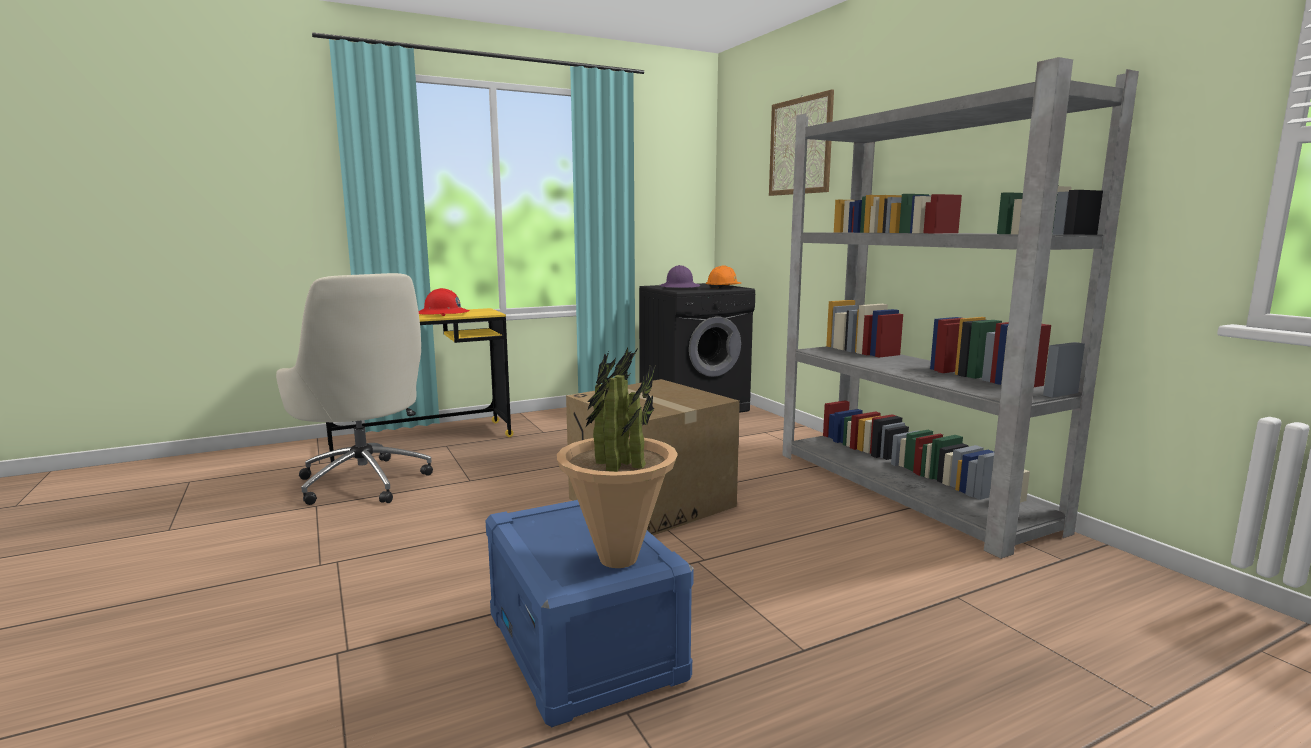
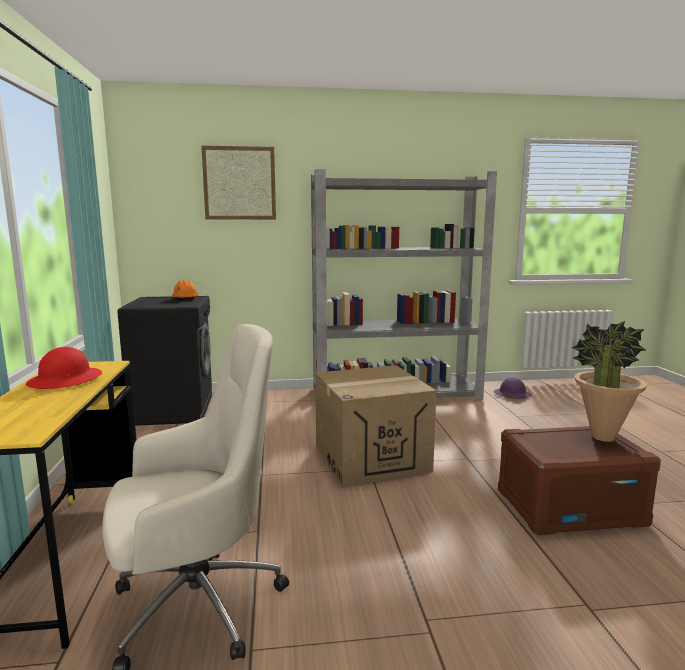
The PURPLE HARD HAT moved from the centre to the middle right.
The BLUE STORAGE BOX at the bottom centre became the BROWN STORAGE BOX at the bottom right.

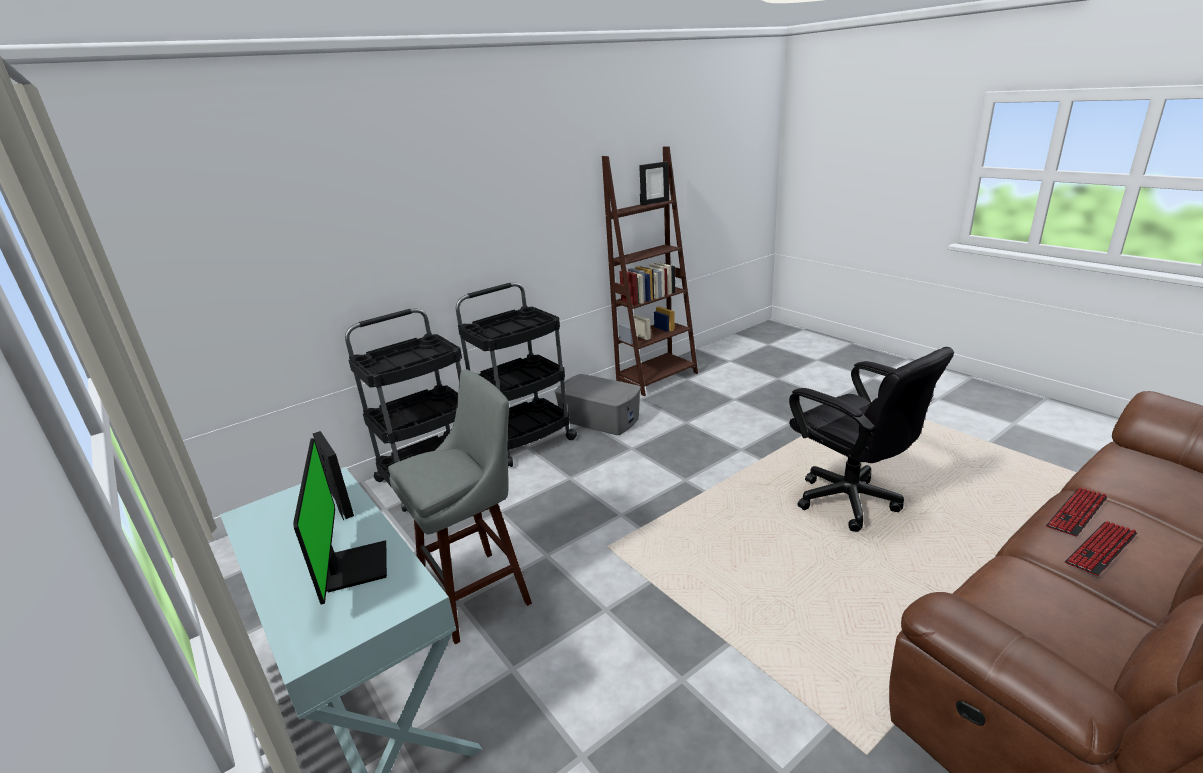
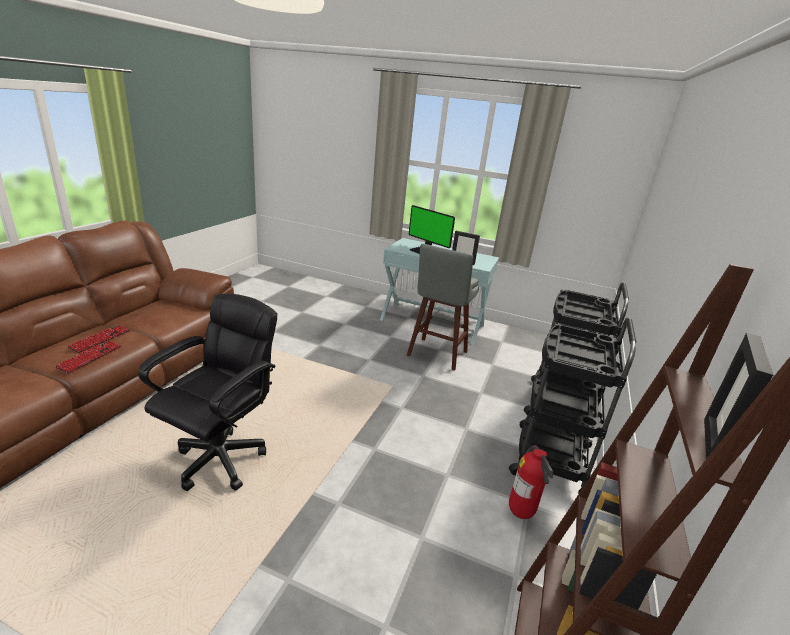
The BLACK OFFICE CHAIR at the middle right turned 90 degrees clockwise.
The GREY STORAGE BOX at the centre was replaced by the FIRE EXTINGUISHER at the bottom right.

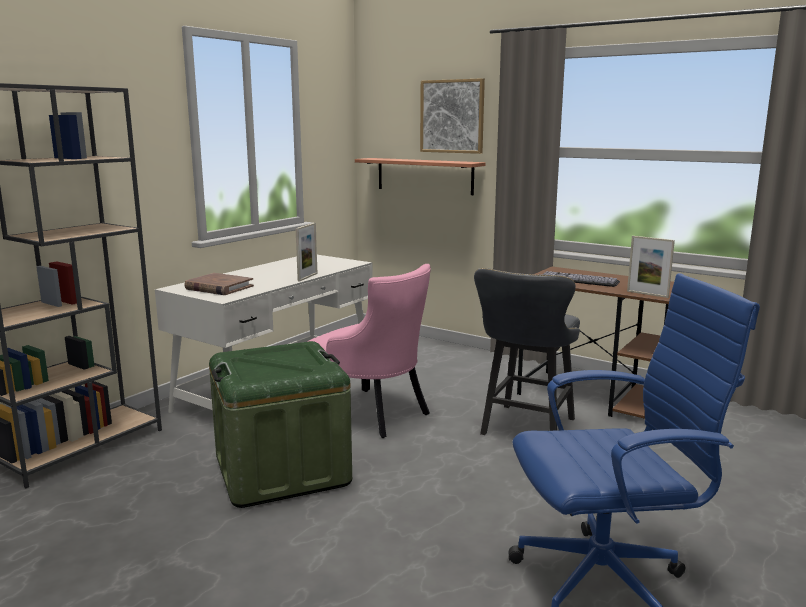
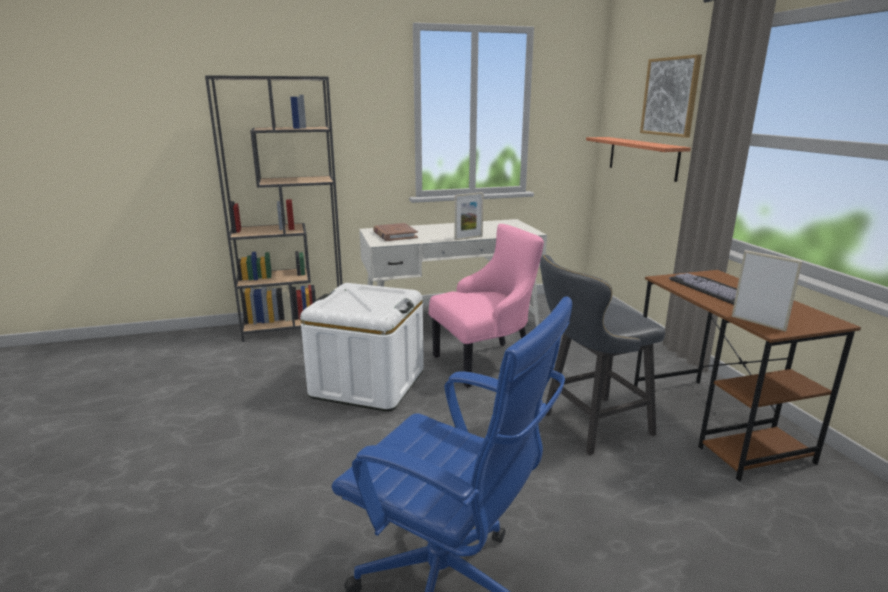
The GREEN STORAGE BOX at the bottom centre became the WHITE STORAGE BOX at the centre.
The PINK CHAIR at the centre turned 105 degrees counterclockwise.
The PICTURE FRAME (no. 2 from left) at the middle right turned 150 degrees clockwise.

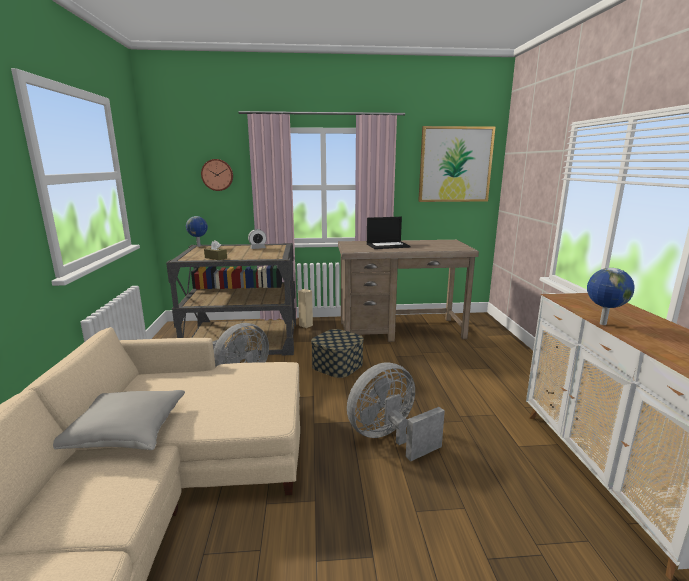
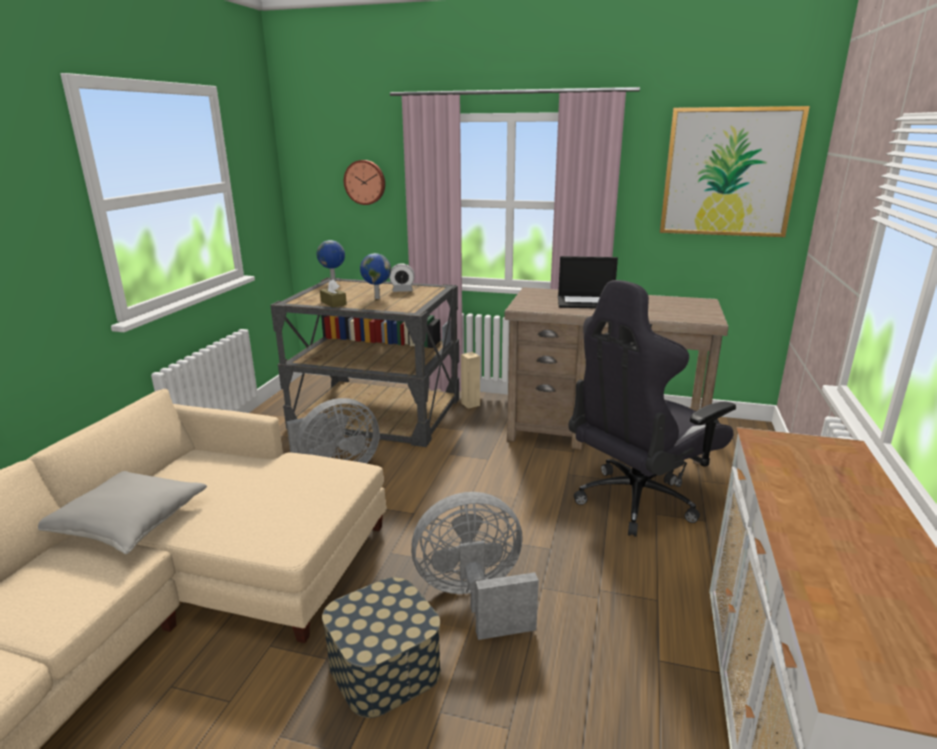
The STORAGE BOX moved from the centre to the bottom centre.
The GLOBE (no. 2 from left) moved from the middle right to the centre.
The BLACK OFFICE CHAIR at the middle right appeared.

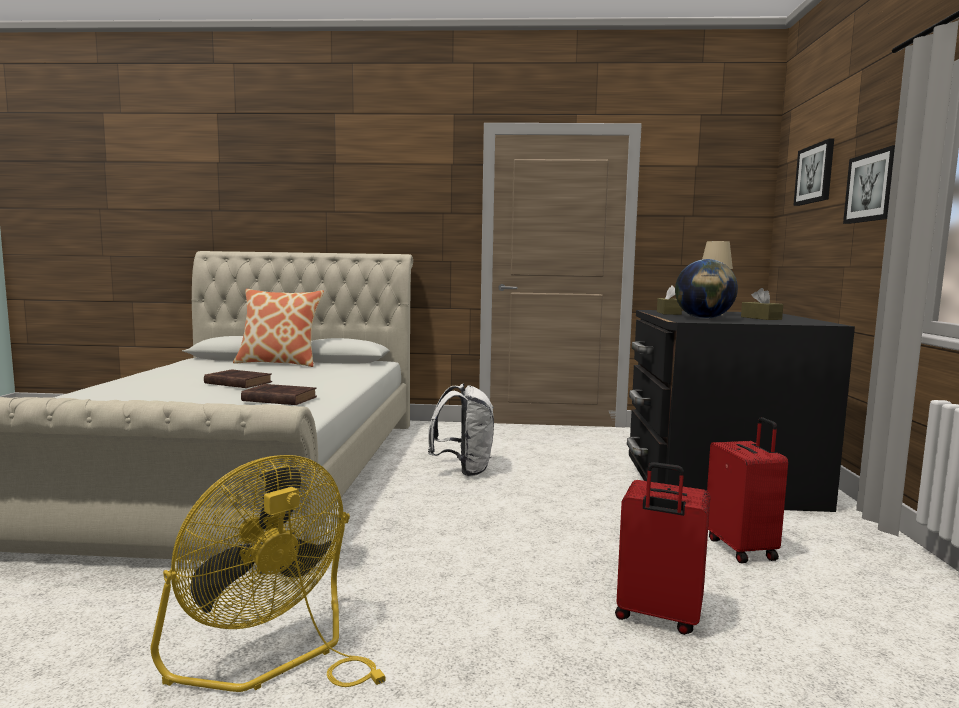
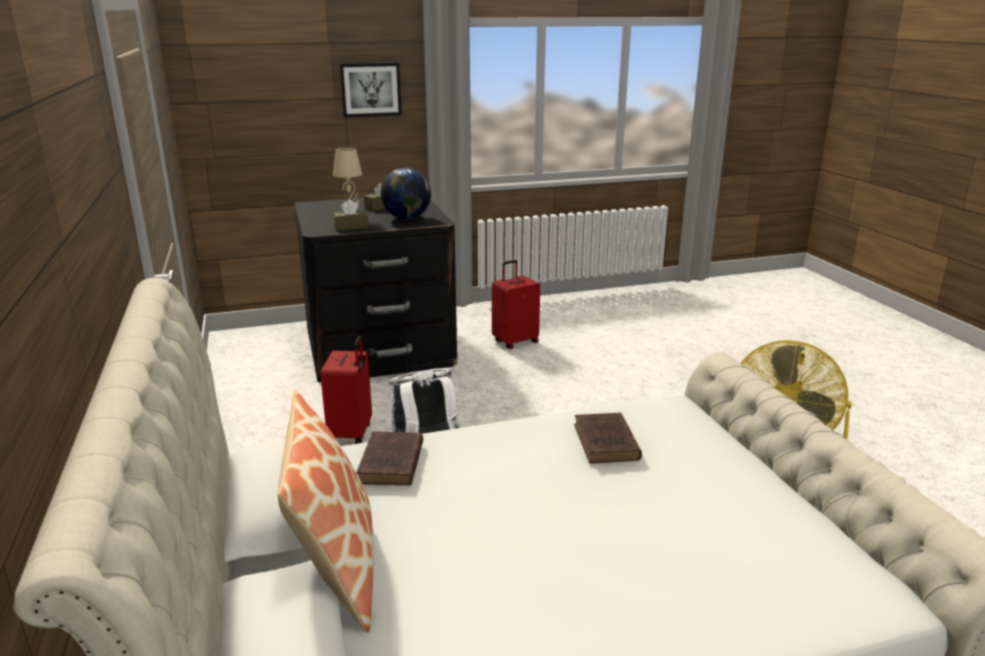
The RED SUITCASE (no. 1 from left) moved from the bottom right to the centre.
The BROWN BOOK (no. 1 from left) moved from the middle left to the bottom centre.
The PICTURE (no. 1 from left) at the top right disappeared.

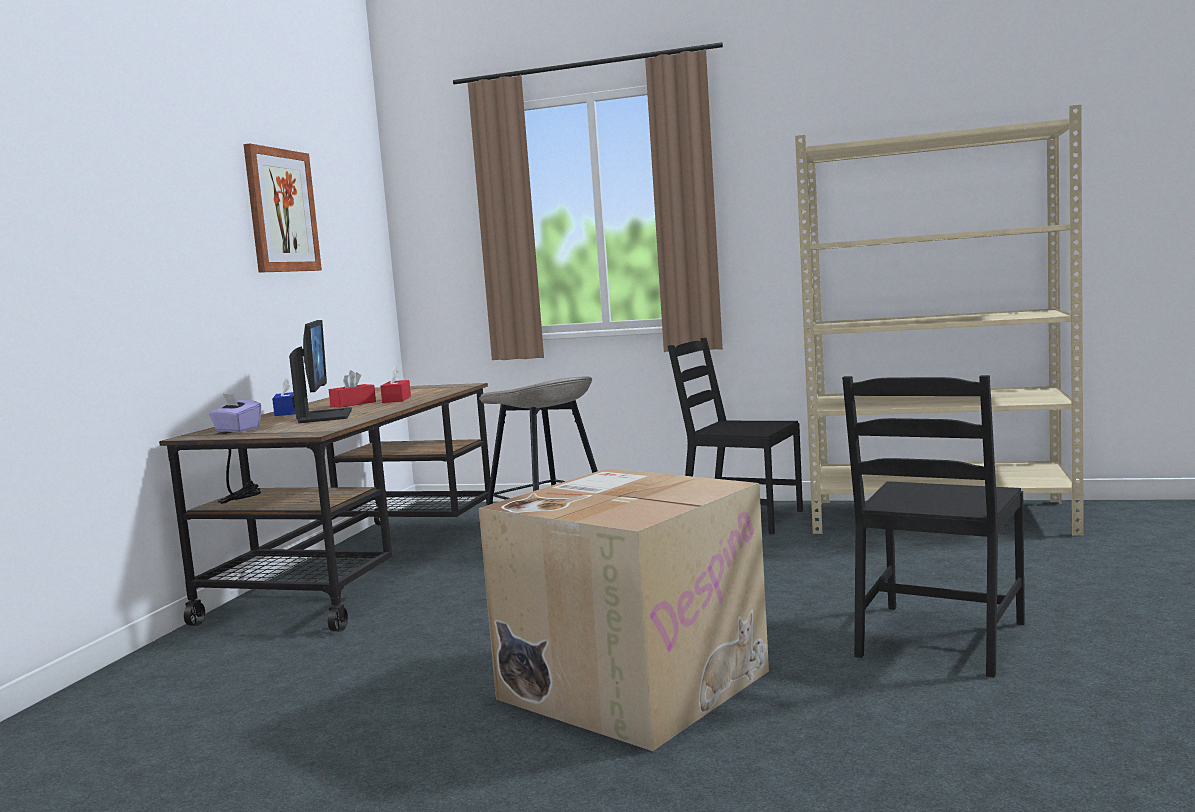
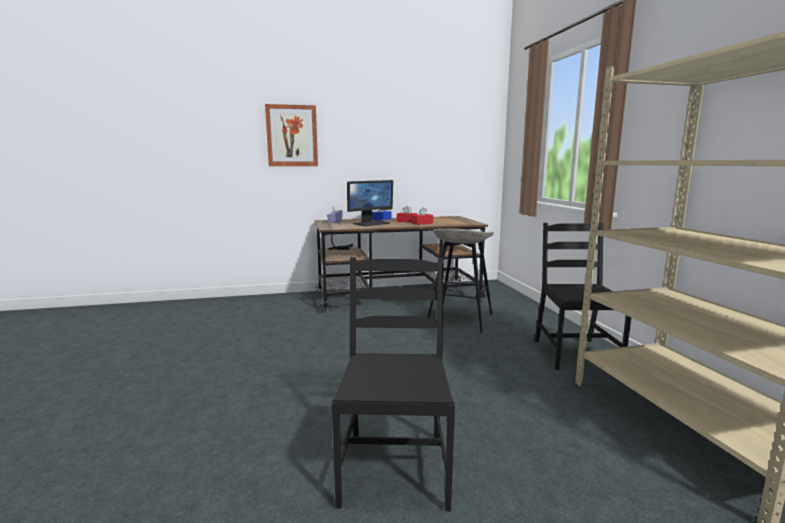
The PICTURE moved from the top left to the top centre.
The BLACK CHAIR (no. 2 from left in the first image) at the middle right turned 90 degrees clockwise.
The CARDBOARD BOX at the bottom centre disappeared.

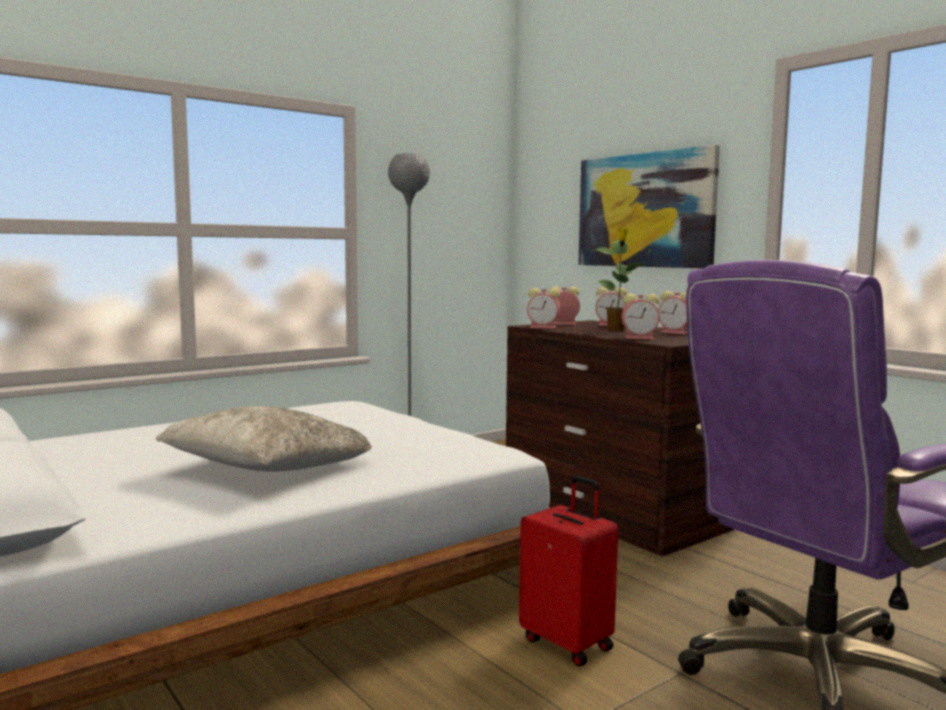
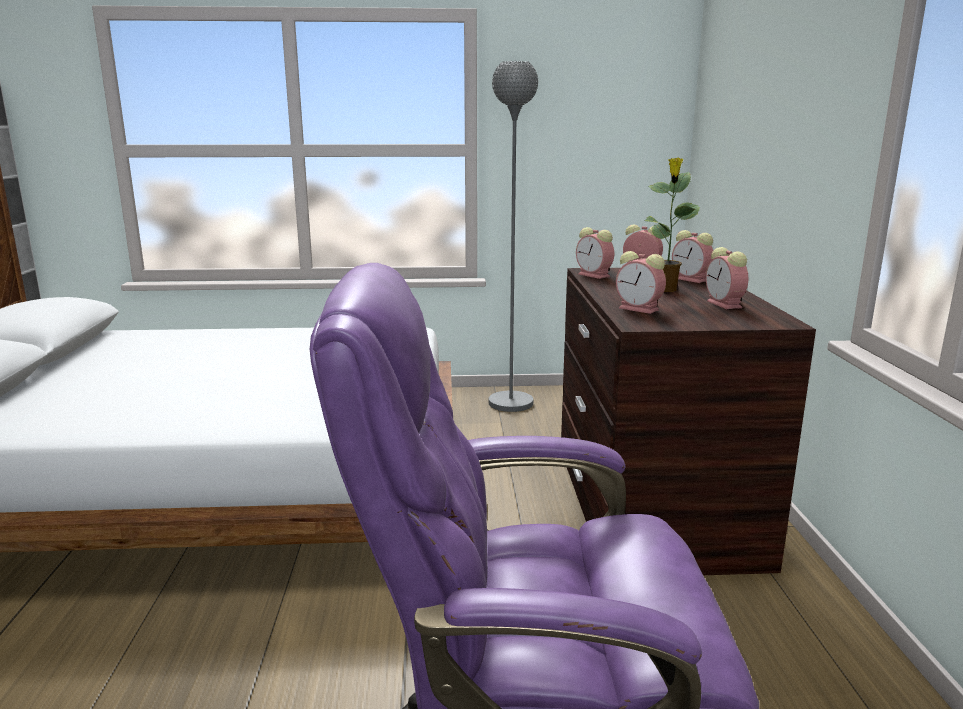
The BEIGE PILLOW at the middle left disappeared.
The RED SUITCASE at the bottom centre disappeared.
The PICTURE at the top right disappeared.

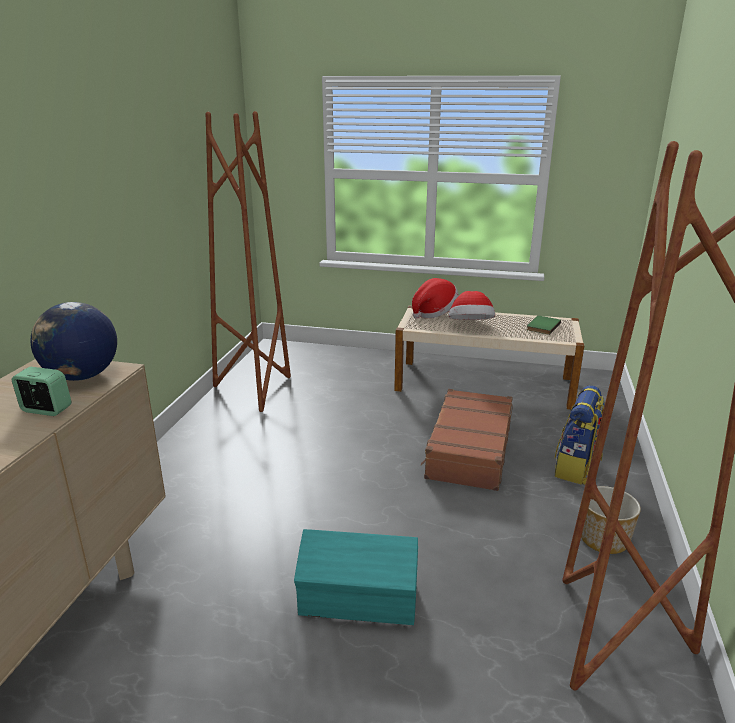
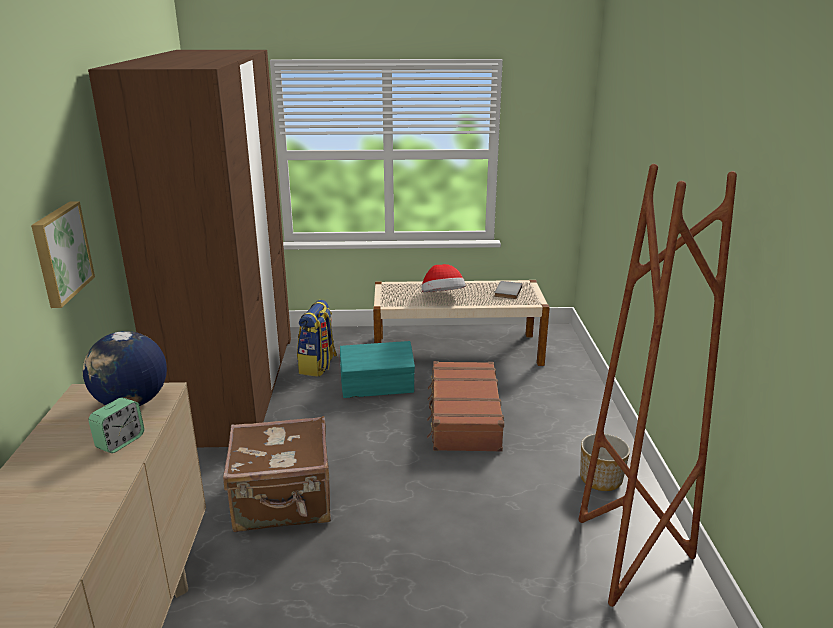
The PICTURE at the middle left appeared.
The BROWN CLOTHES RACK (no. 1 from left) at the centre was replaced by the BROWN WARDROBE at the middle left.
The ALARM CLOCK at the middle left turned 120 degrees clockwise.
The BROWN SUITCASE (no. 1 from left) at the bottom left appeared.
The BACKPACK moved from the middle right to the centre.
The TURQUOISE STORAGE BOX moved from the bottom centre to the centre.
The GREEN BOOK at the middle right became the GREY BOOK at the centre.
The HAT (no. 1 from left) at the centre disappeared.

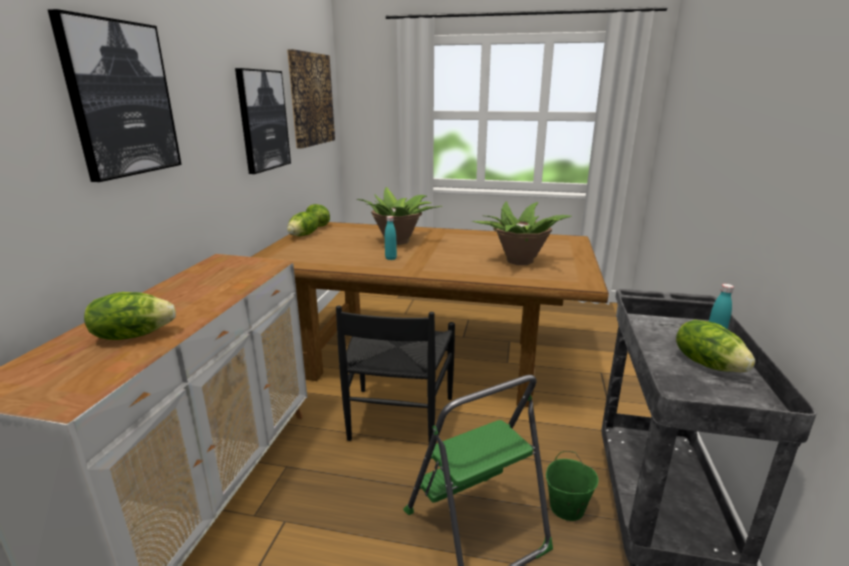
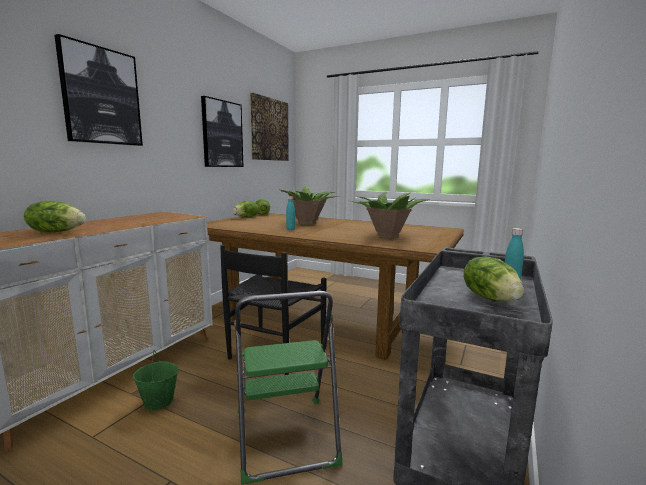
The GREEN BUCKET moved from the bottom right to the bottom left.

